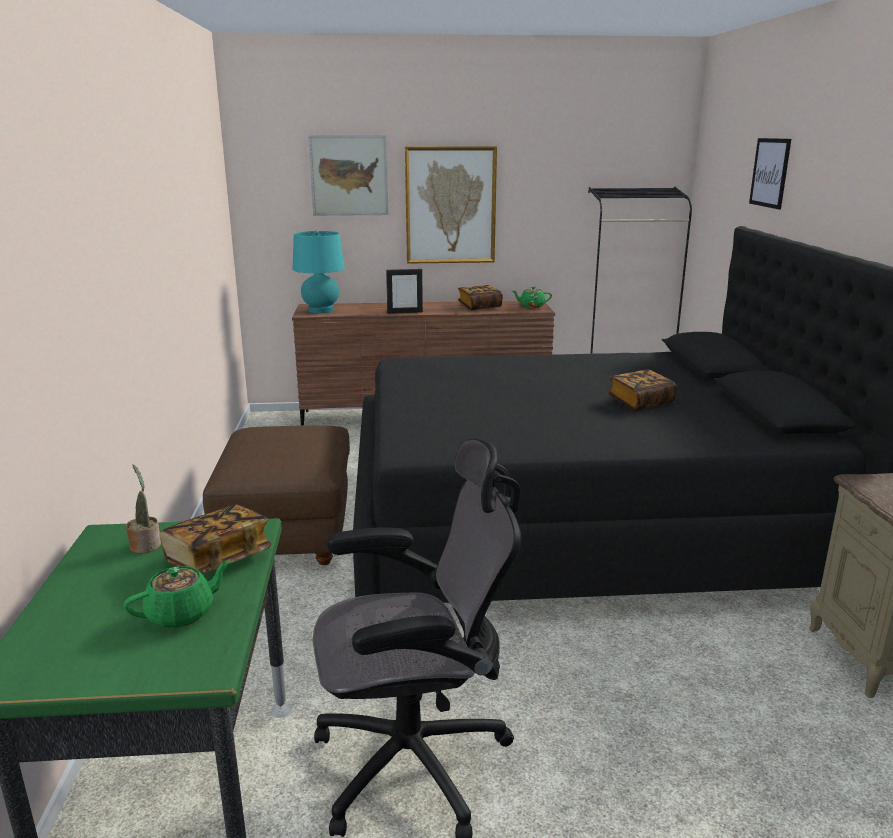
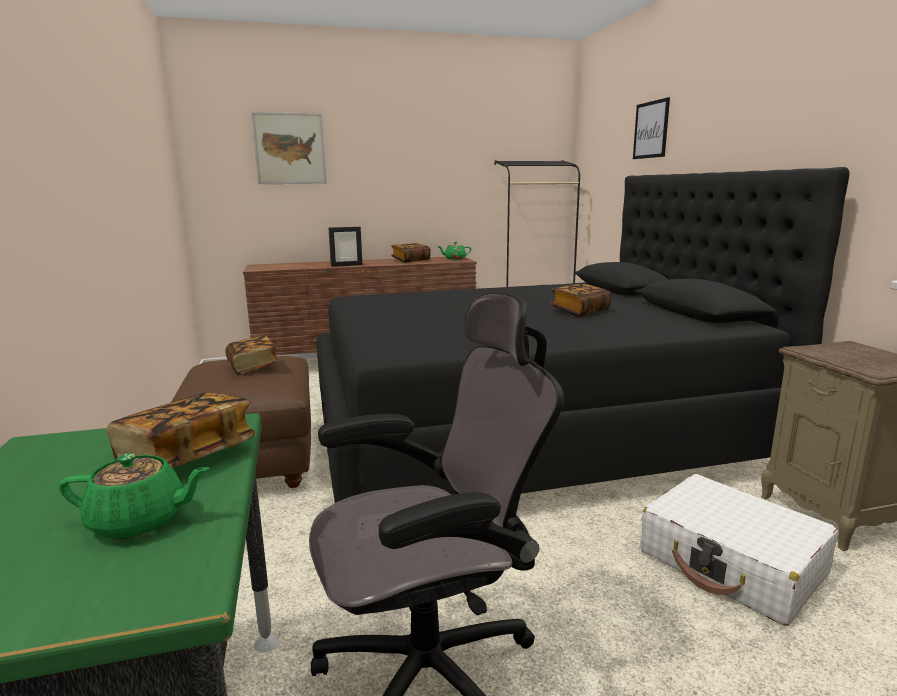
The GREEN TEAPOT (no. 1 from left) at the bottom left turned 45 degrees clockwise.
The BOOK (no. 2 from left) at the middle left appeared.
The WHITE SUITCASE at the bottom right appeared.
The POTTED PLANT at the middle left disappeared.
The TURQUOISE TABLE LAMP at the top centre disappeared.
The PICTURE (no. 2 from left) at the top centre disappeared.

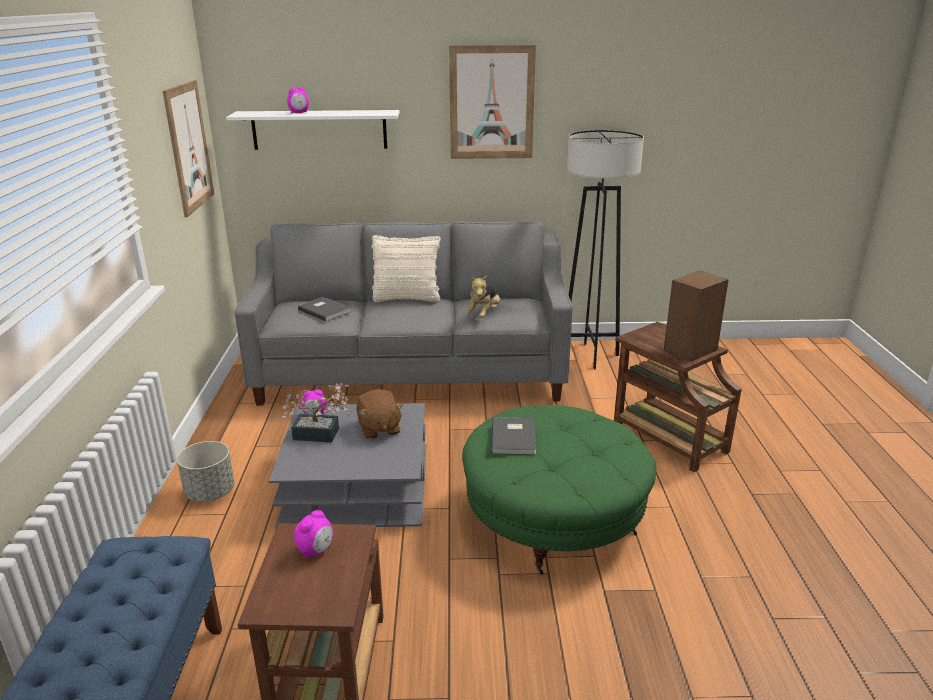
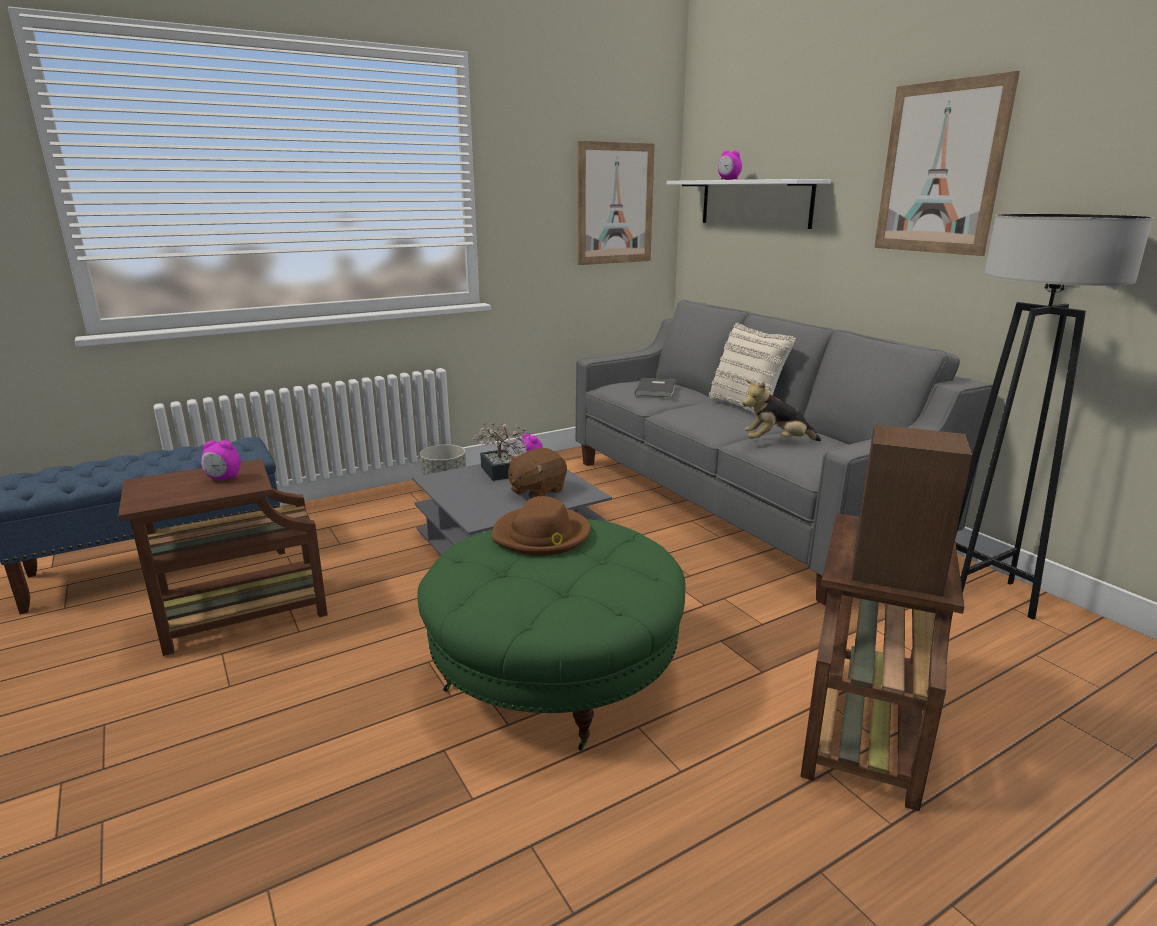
The GREY BOOK (no. 2 from left) at the centre was replaced by the BROWN HAT at the centre.

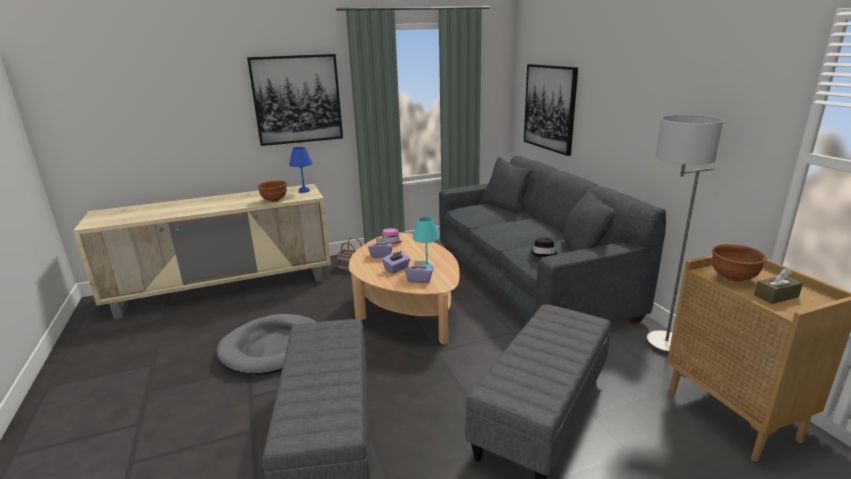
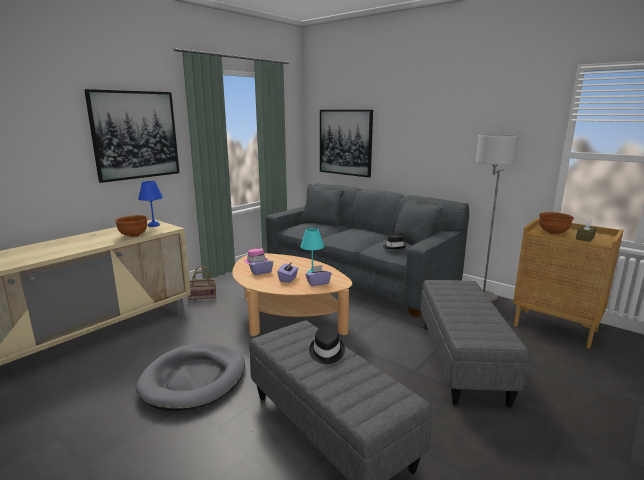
The BLACK HAT (no. 1 from left) at the bottom centre appeared.

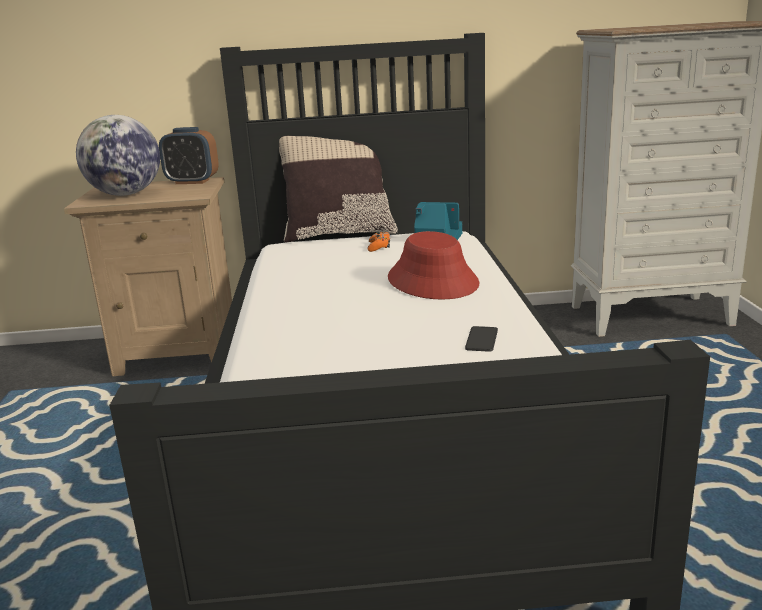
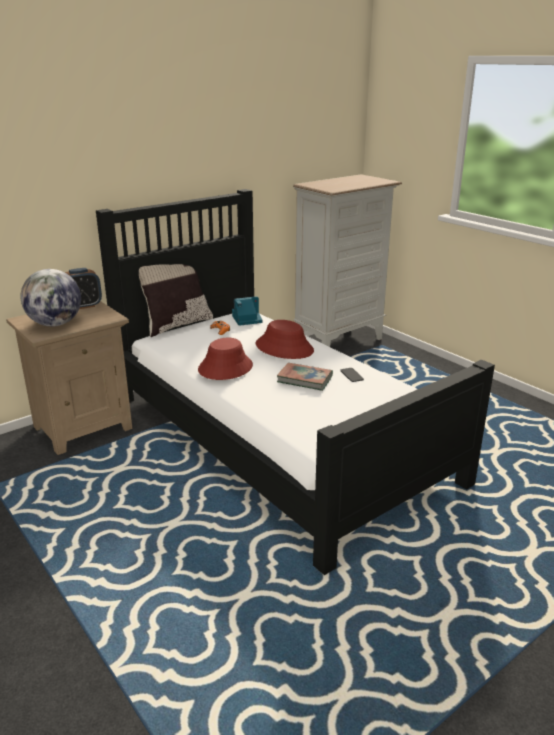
The RED HAT (no. 1 from left) at the centre appeared.
The BOOK at the centre appeared.

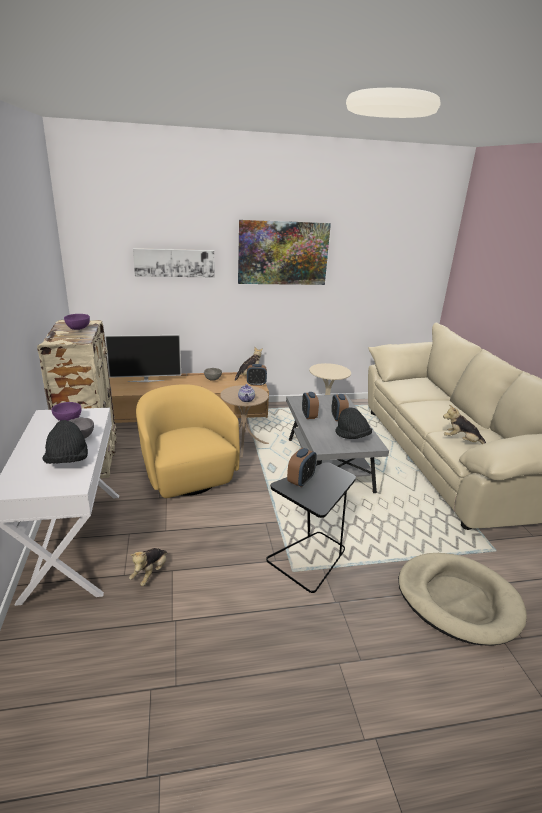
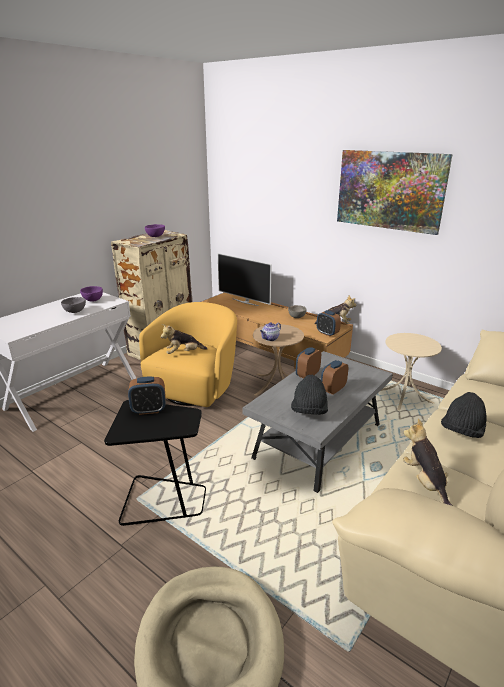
The PLUSH TOY (no. 1 from left) moved from the bottom left to the centre.
The BLACK HAT (no. 1 from left in the first image) moved from the middle left to the middle right.
The PICTURE (no. 1 from left) at the top left disappeared.

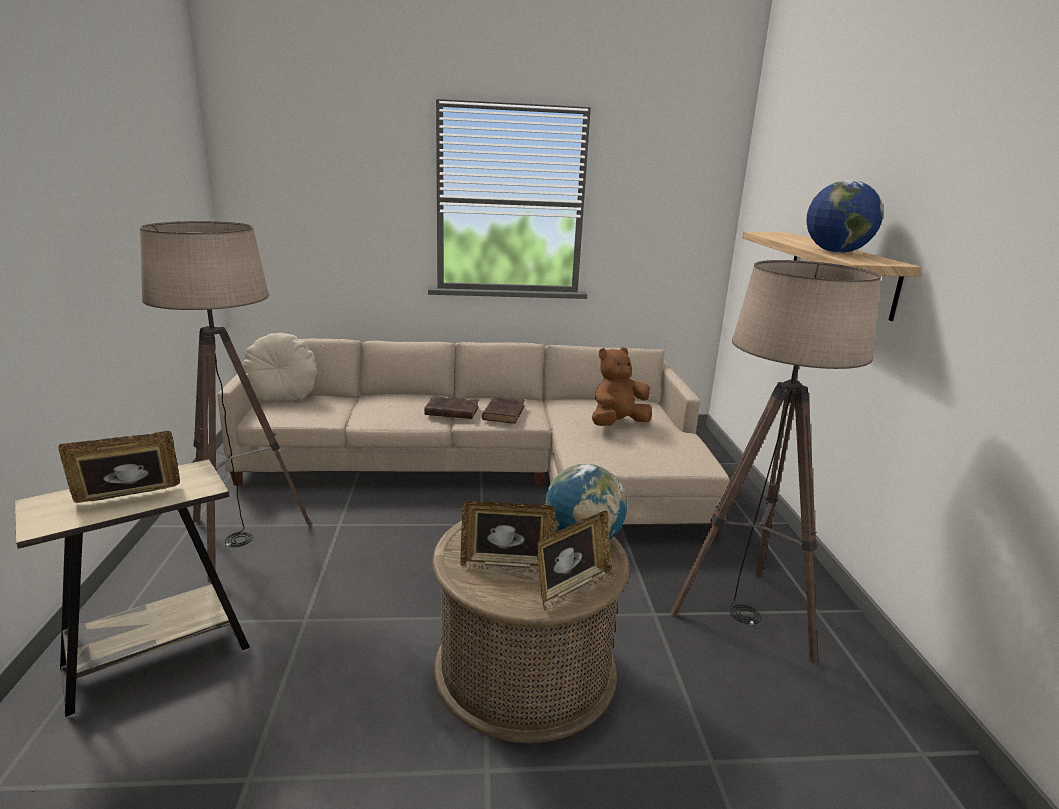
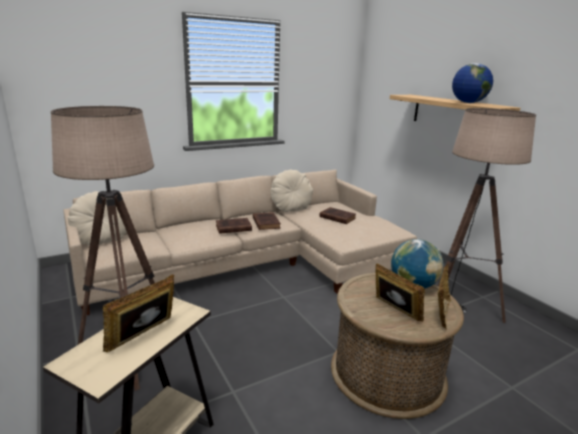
The BEIGE PILLOW (no. 2 from left) at the centre appeared.
The BROWN PLUSH TOY at the centre was replaced by the BROWN BOOK (no. 3 from left) at the centre.
The PICTURE FRAME (no. 2 from left) at the centre turned 105 degrees counterclockwise.

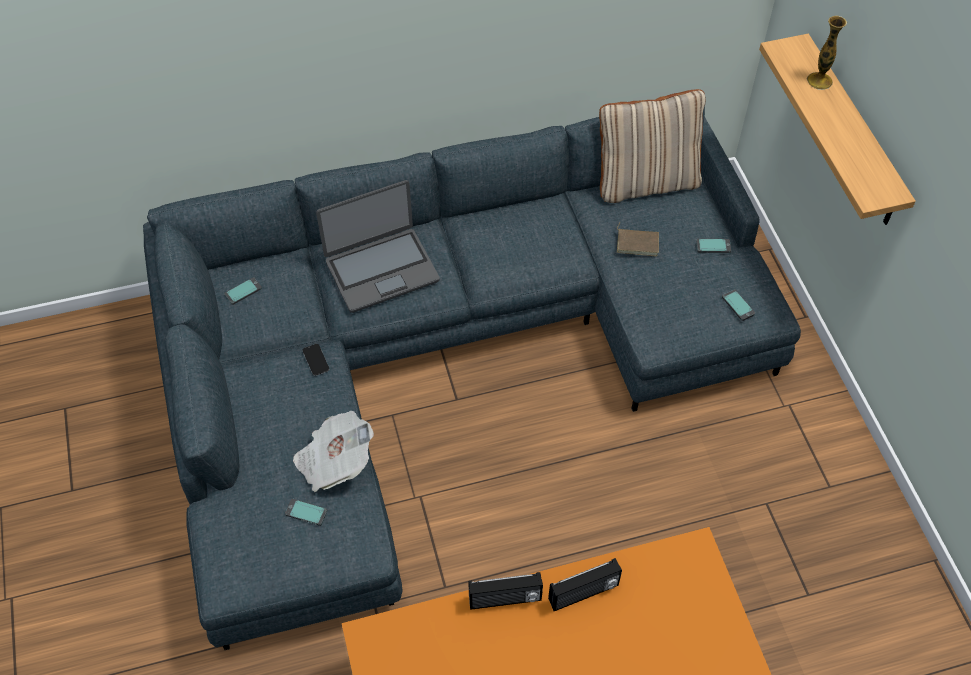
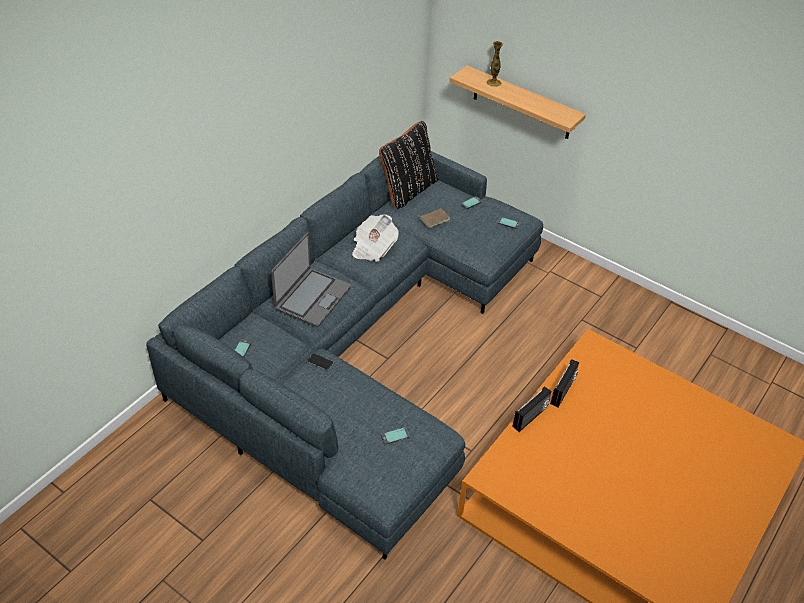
The NEWSPAPER moved from the bottom centre to the centre.
The BEIGE PILLOW at the top right became the BLACK PILLOW at the top centre.

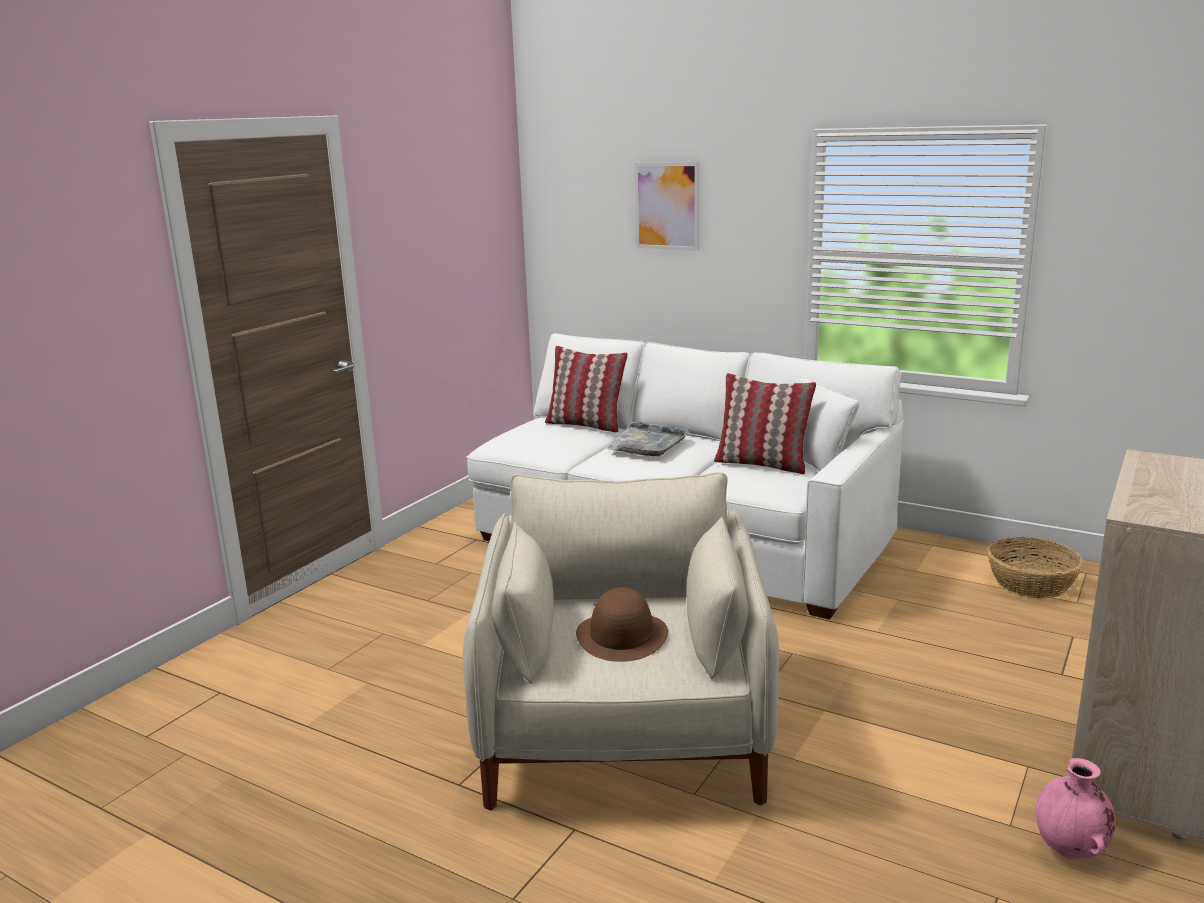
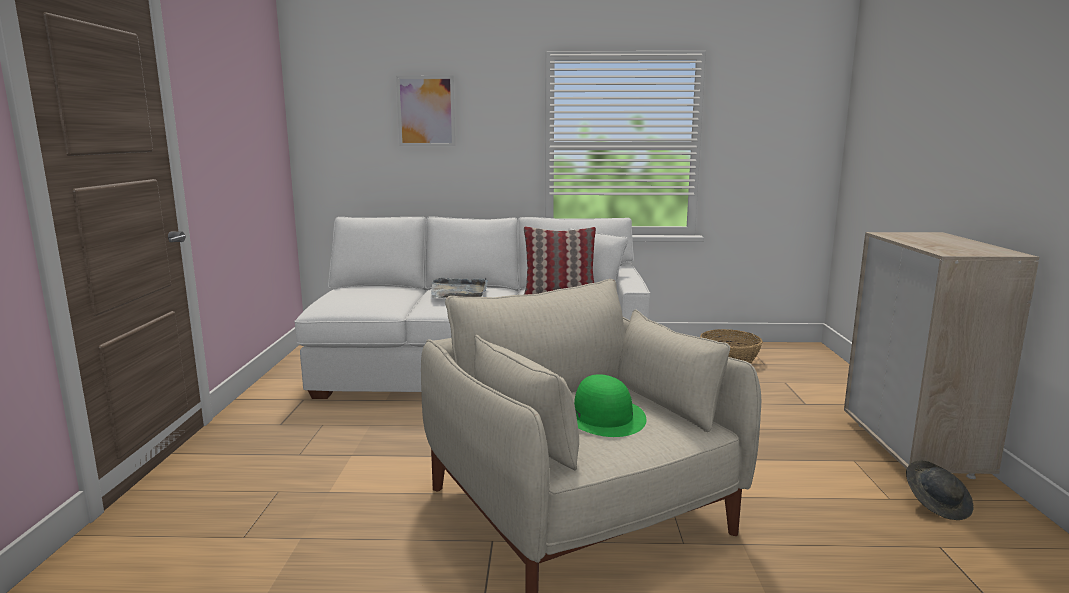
The BROWN HAT at the bottom centre became the GREEN HAT at the bottom centre.
The PINK VASE at the bottom right was replaced by the GREY HAT at the bottom right.
The PILLOW (no. 1 from left) at the centre disappeared.

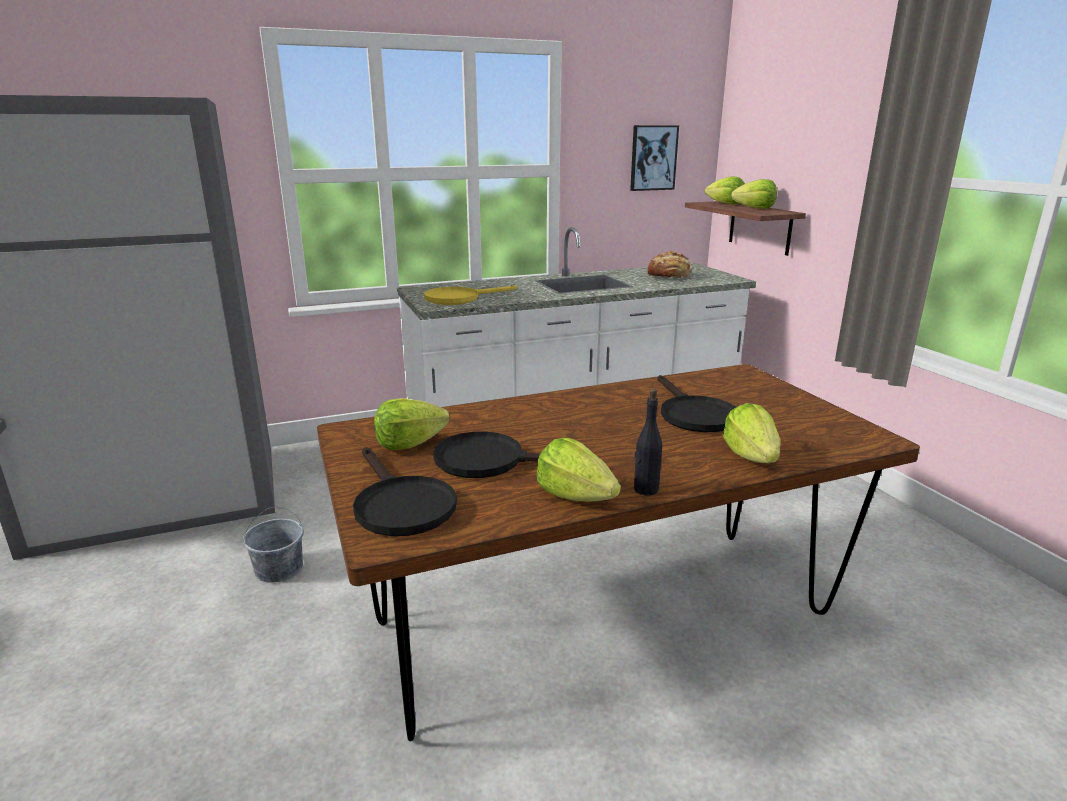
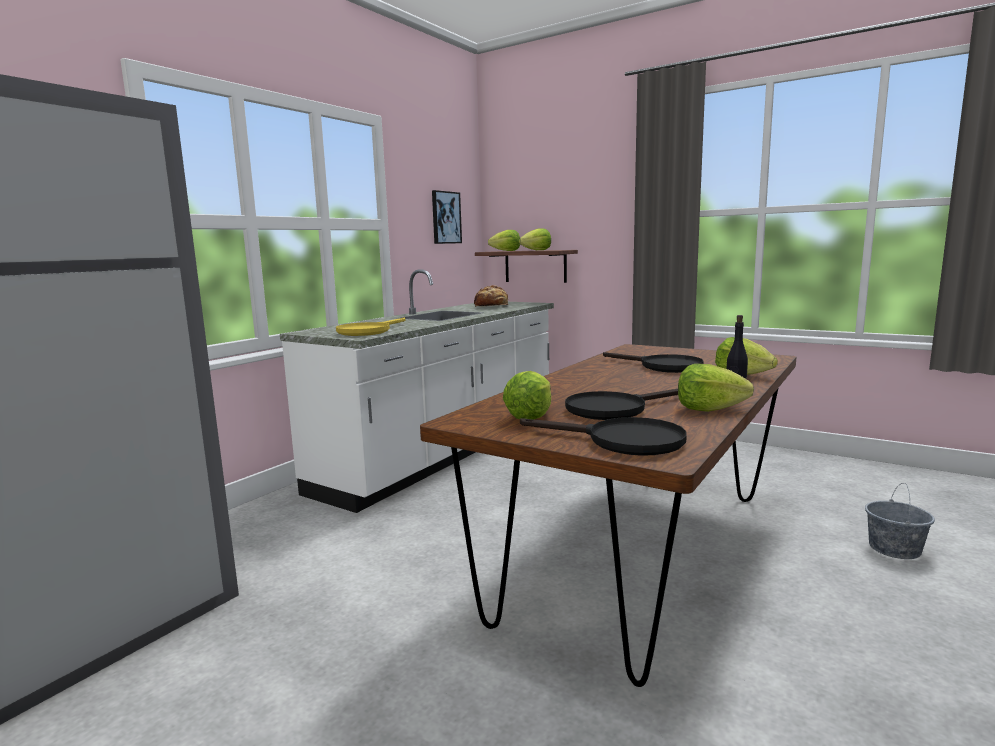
The GREY BUCKET moved from the bottom left to the bottom right.

